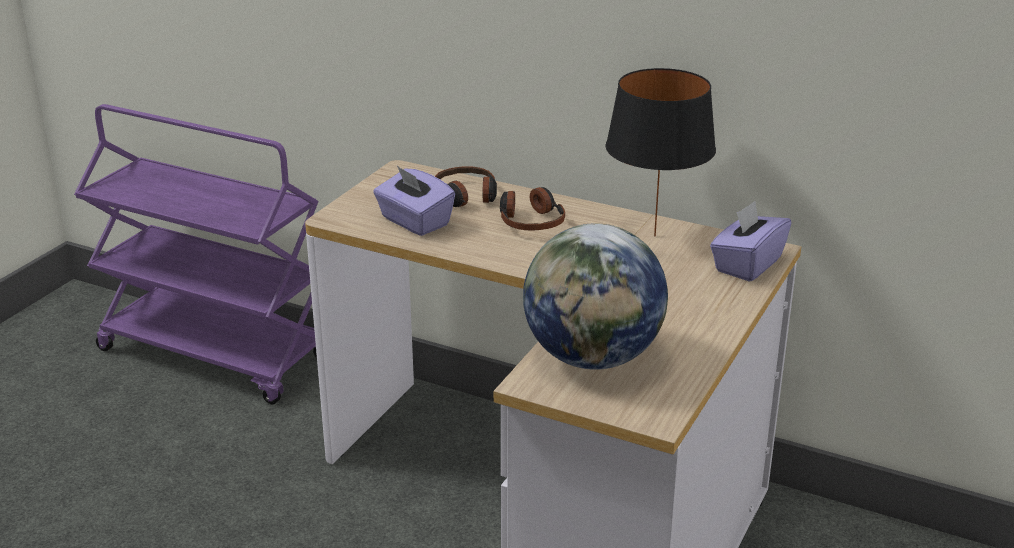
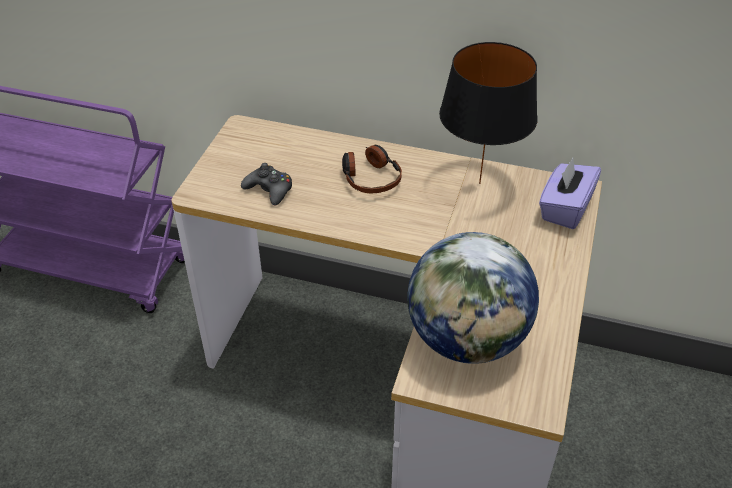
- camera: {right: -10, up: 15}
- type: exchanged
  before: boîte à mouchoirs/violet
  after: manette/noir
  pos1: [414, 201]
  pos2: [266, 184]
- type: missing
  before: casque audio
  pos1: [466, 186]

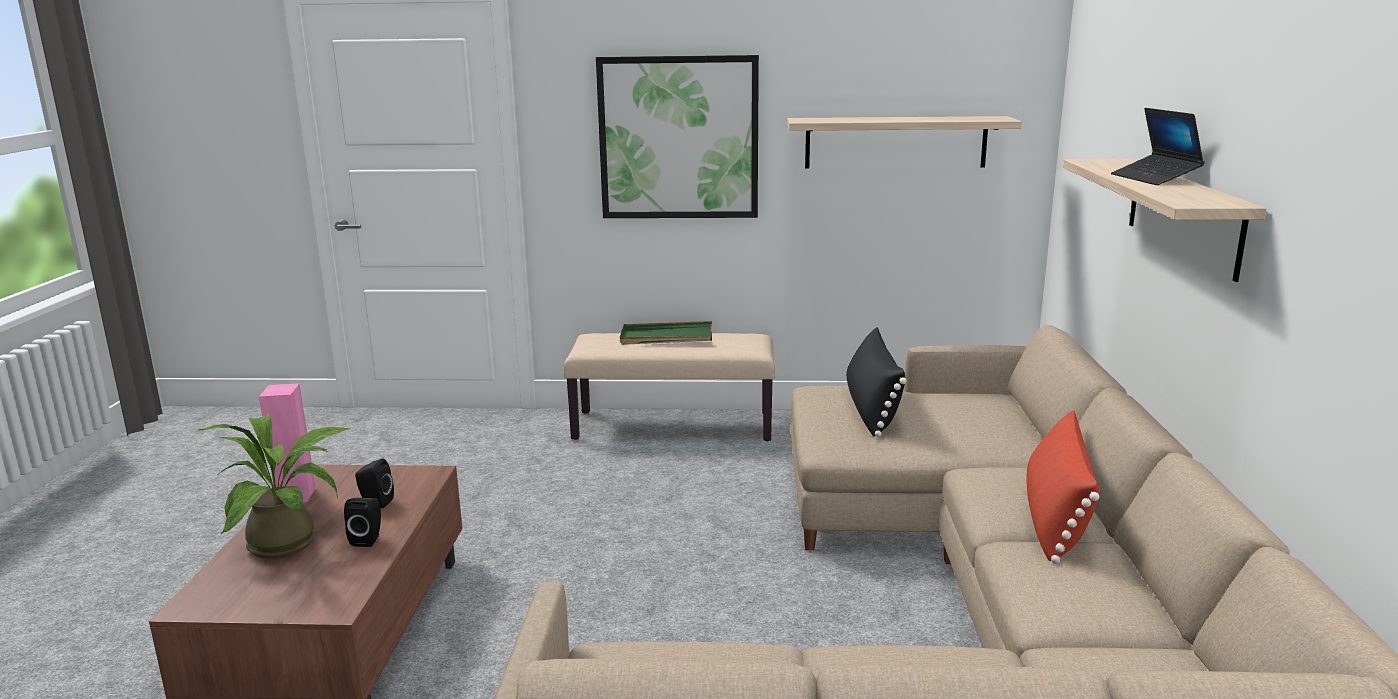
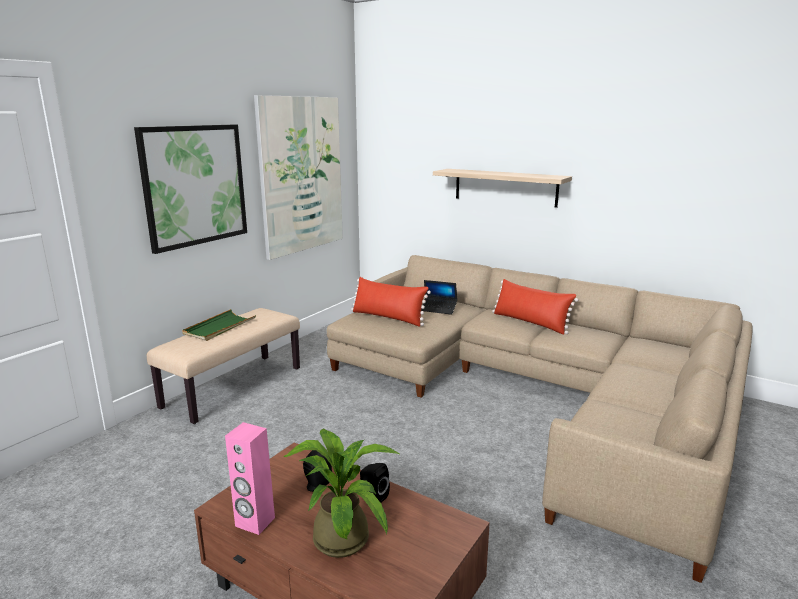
- camera: {right: -60, up: 0}
- type: relocated
  before: ordinateur portable
  pos1: [1158, 146]
  pos2: [439, 297]
- type: exchanged
  before: étagère
  after: tableau
  pos1: [904, 142]
  pos2: [298, 177]
- type: colour
  before: coussin/noir
  after: coussin/rouge
  pos1: [876, 382]
  pos2: [391, 302]

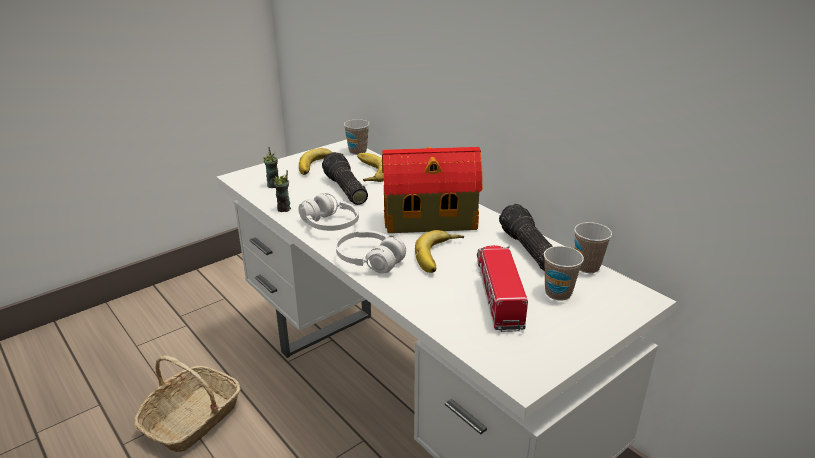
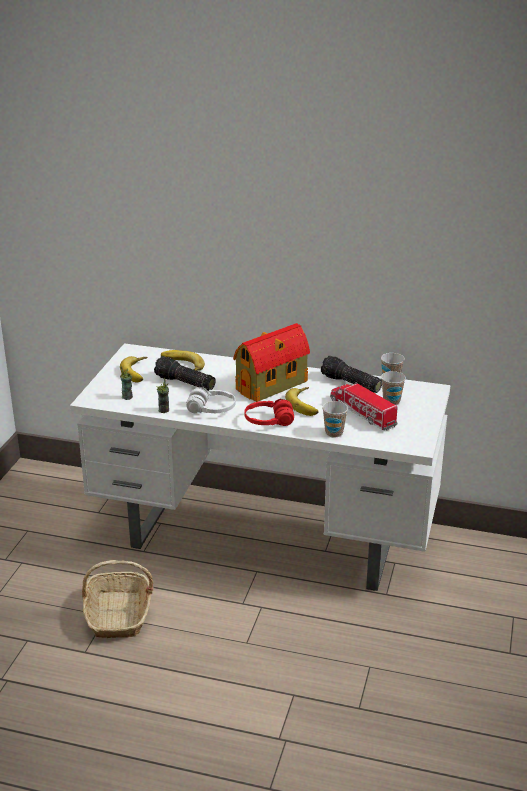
- camera: {right: -35, up: 0}
- type: relocated
  before: tasse
  pos1: [357, 137]
  pos2: [335, 419]
- type: colour
  before: casque audio/blanc
  after: casque audio/rouge
  pos1: [371, 252]
  pos2: [269, 412]

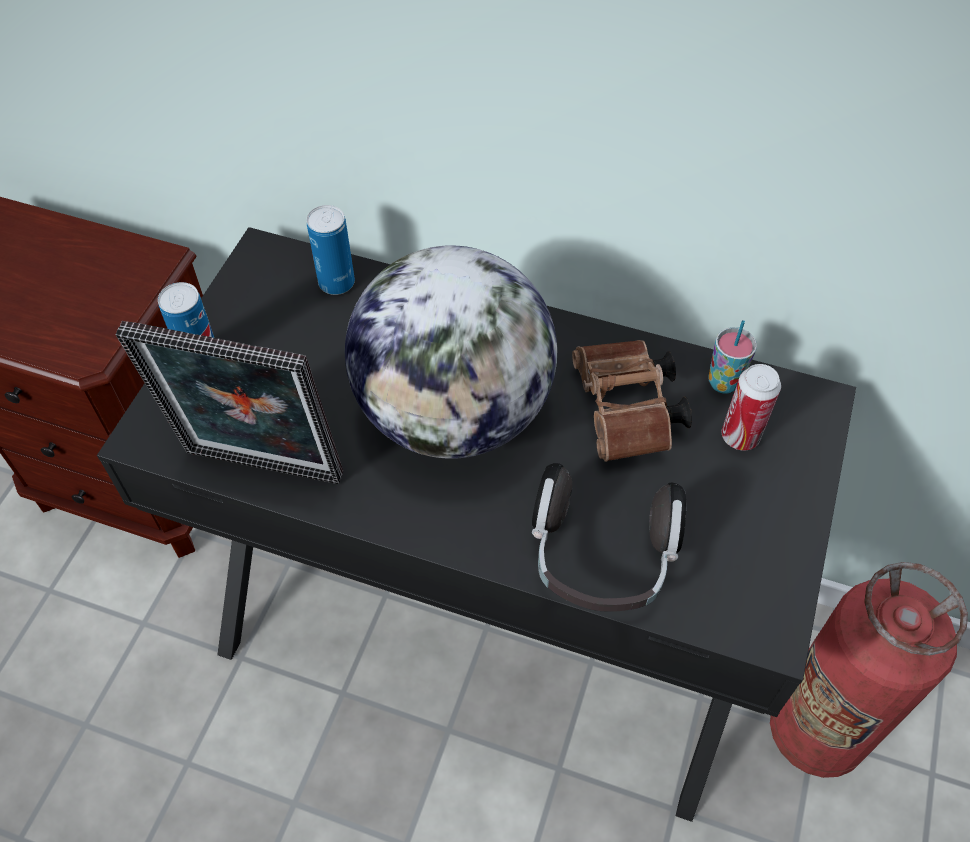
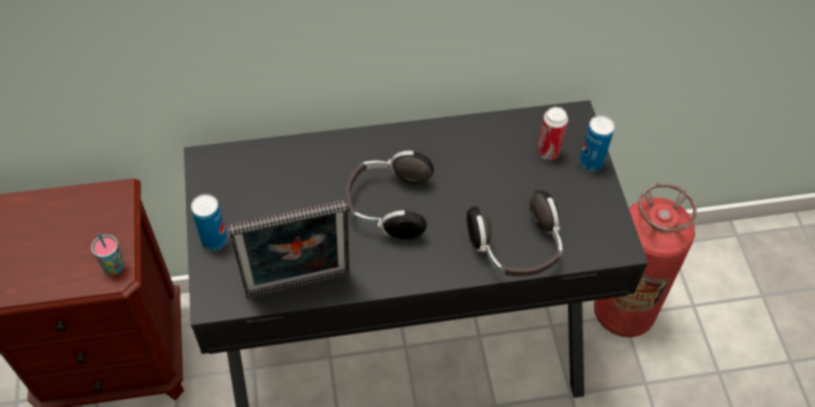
- camera: {right: -30, up: 0}
- type: relocated
  before: boîte métallique
  pos1: [330, 250]
  pos2: [597, 143]
- type: exchanged
  before: globe
  after: casque audio
  pos1: [451, 352]
  pos2: [390, 195]
- type: relocated
  before: tasse
  pos1: [732, 357]
  pos2: [107, 254]
- type: missing
  before: jumelles/marron
  pos1: [632, 401]

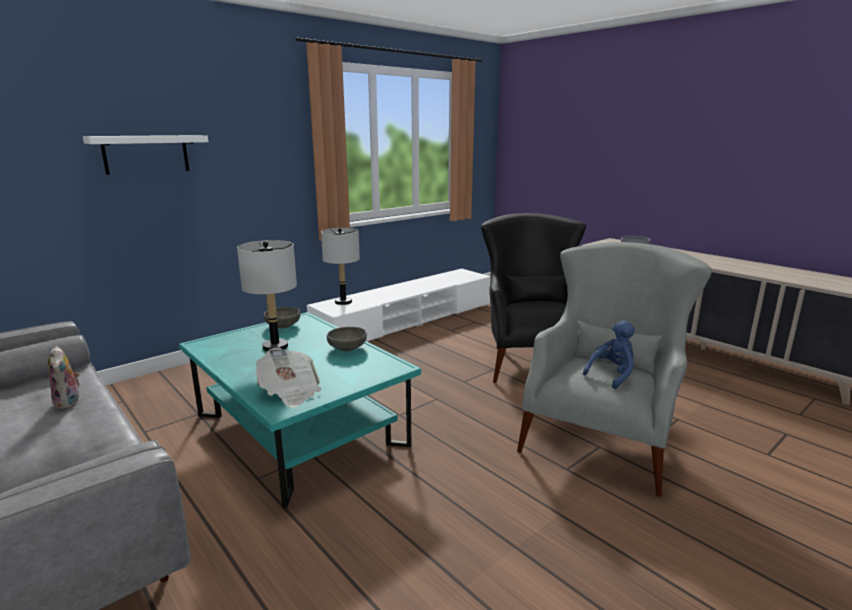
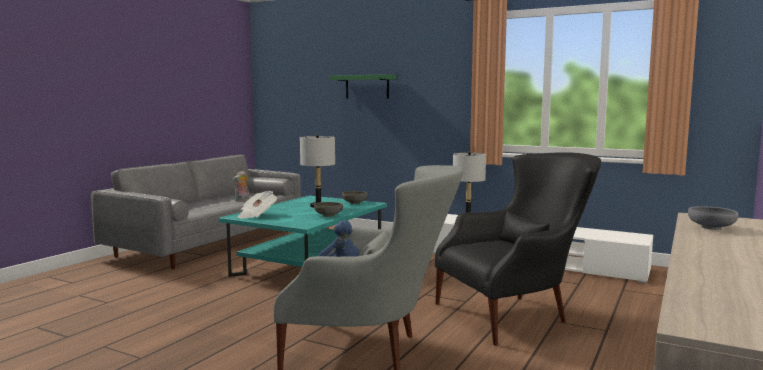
- camera: {right: 70, up: -10}
- type: colour
  before: étagère/blanc
  after: étagère/vert
  pos1: [145, 155]
  pos2: [363, 86]

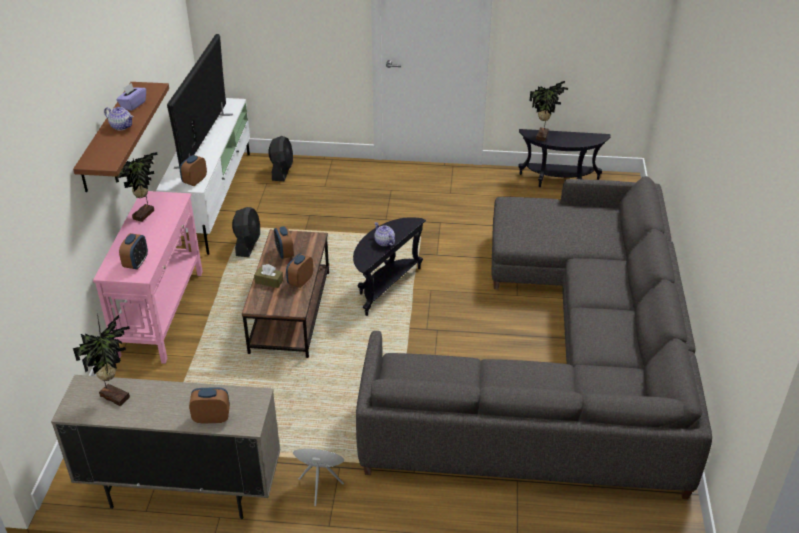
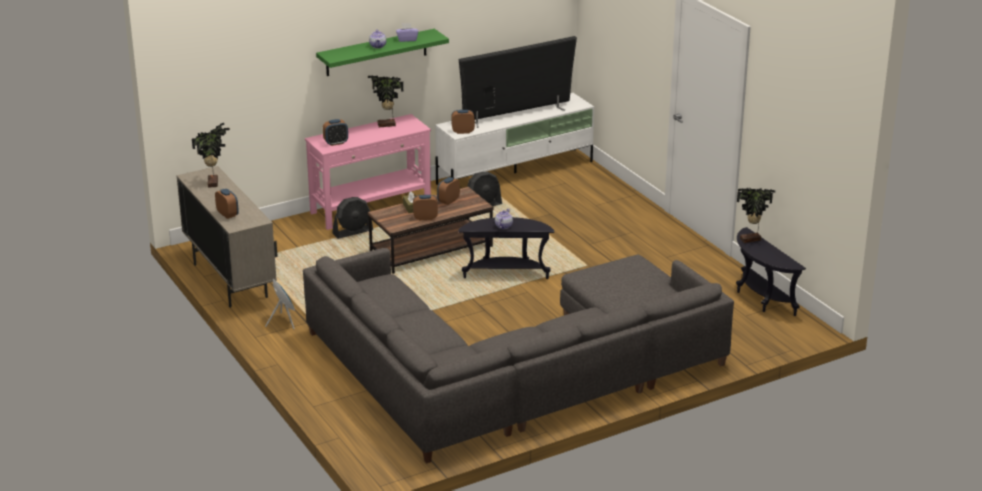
- camera: {right: 55, up: -10}
- type: colour
  before: étagère/marron
  after: étagère/vert
  pos1: [121, 137]
  pos2: [382, 52]
- type: relocated
  before: ventilateur/noir
  pos1: [281, 158]
  pos2: [352, 218]

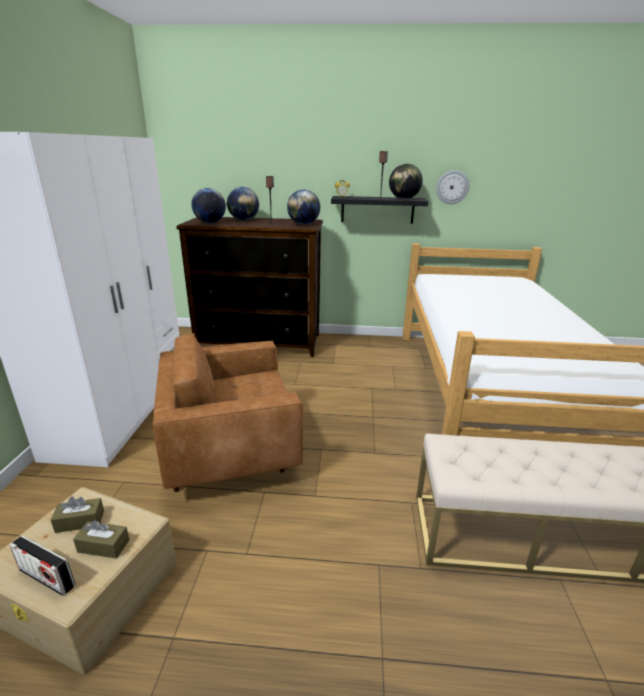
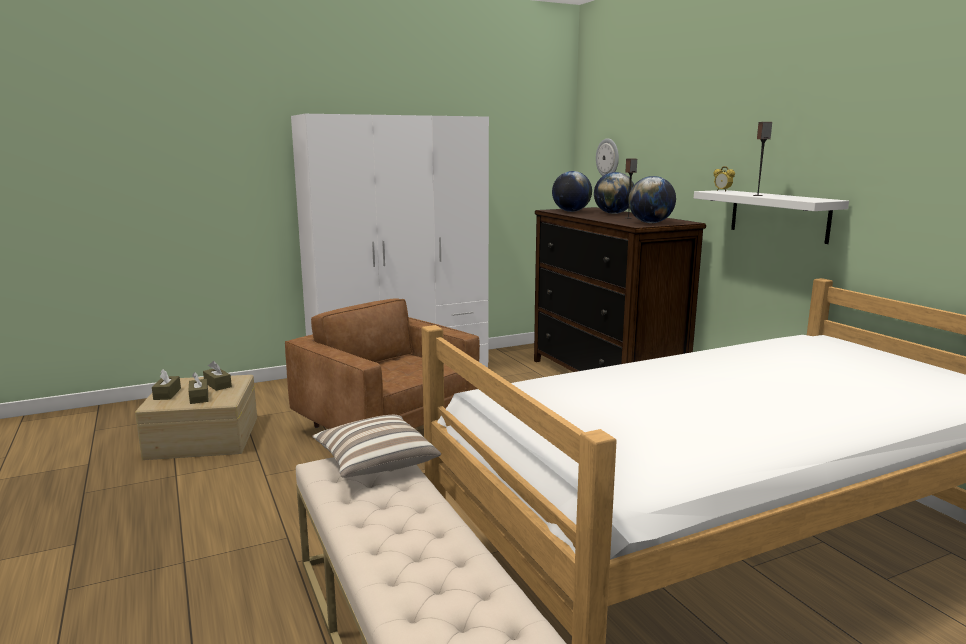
- camera: {right: 60, up: -10}
- type: missing
  before: globe
  pos1: [406, 181]
- type: relocated
  before: horloge murale
  pos1: [452, 187]
  pos2: [607, 157]
- type: colour
  before: étagère/noir
  after: étagère/blanc
  pos1: [379, 210]
  pos2: [771, 217]
- type: exchanged
  before: radio
  after: boîte à mouchoirs/marron
  pos1: [42, 565]
  pos2: [166, 384]
- type: appeared
  after: coussin
  pos2: [376, 446]

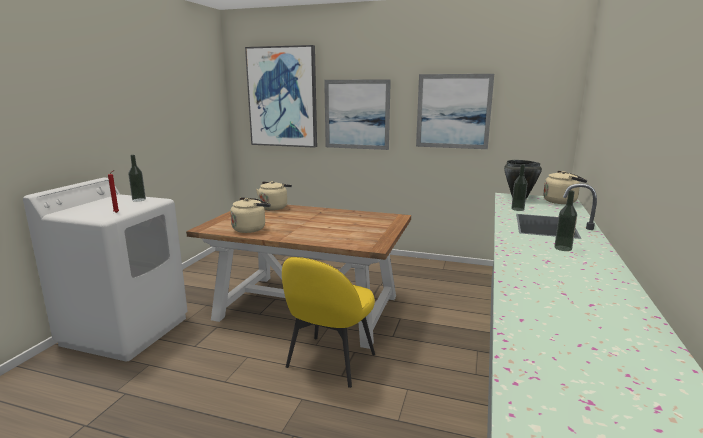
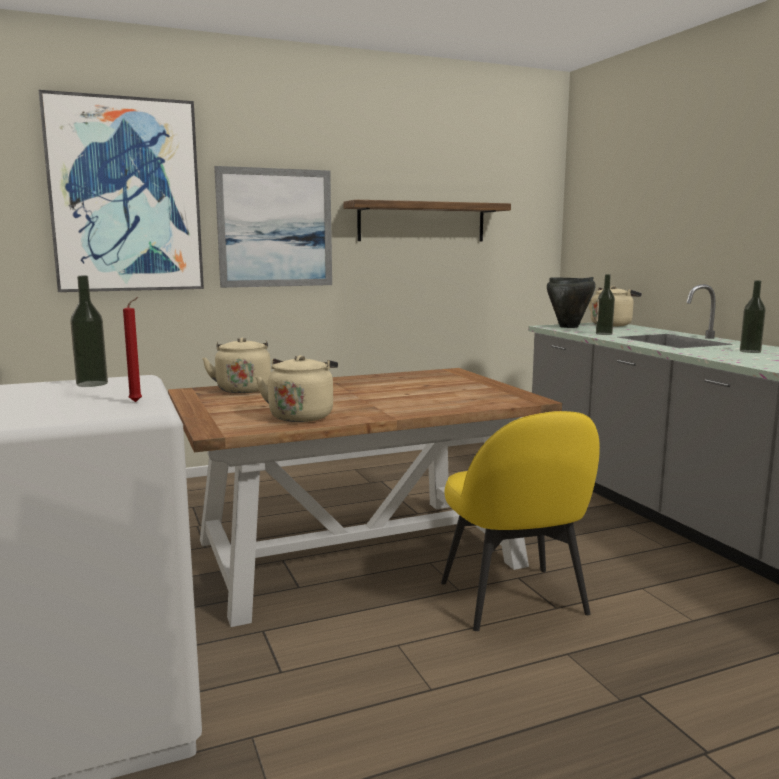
- camera: {right: -40, up: -5}
- type: exchanged
  before: tableau
  after: étagère
  pos1: [455, 111]
  pos2: [427, 220]

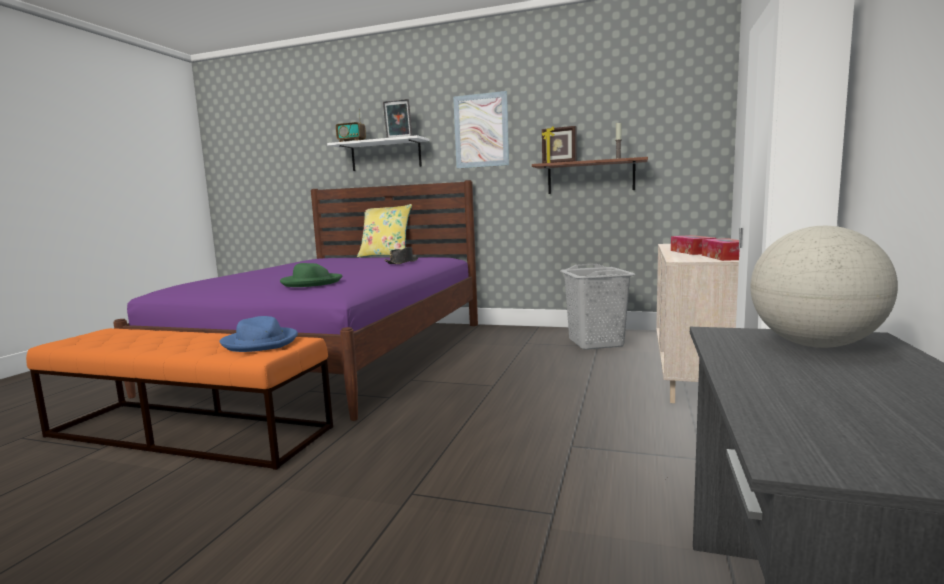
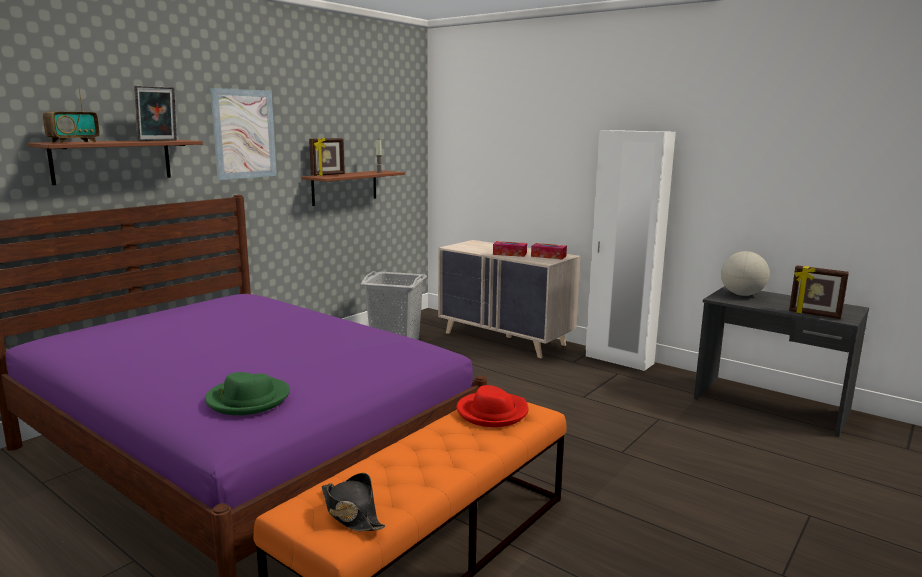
- camera: {right: -70, up: 5}
- type: colour
  before: étagère/blanc
  after: étagère/marron
  pos1: [378, 153]
  pos2: [115, 162]
- type: missing
  before: coussin/jaune
  pos1: [384, 230]
- type: relocated
  before: chapeau/noir
  pos1: [401, 255]
  pos2: [353, 502]
- type: relocated
  before: chapeau/vert
  pos1: [311, 275]
  pos2: [247, 393]
- type: colour
  before: chapeau/bleu
  after: chapeau/rouge
  pos1: [259, 334]
  pos2: [492, 406]
- type: appeared
  after: cadre photo
  pos2: [819, 292]

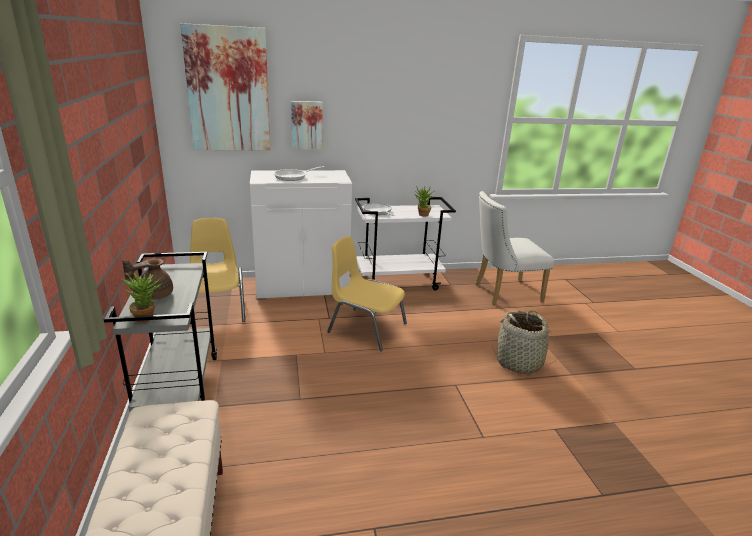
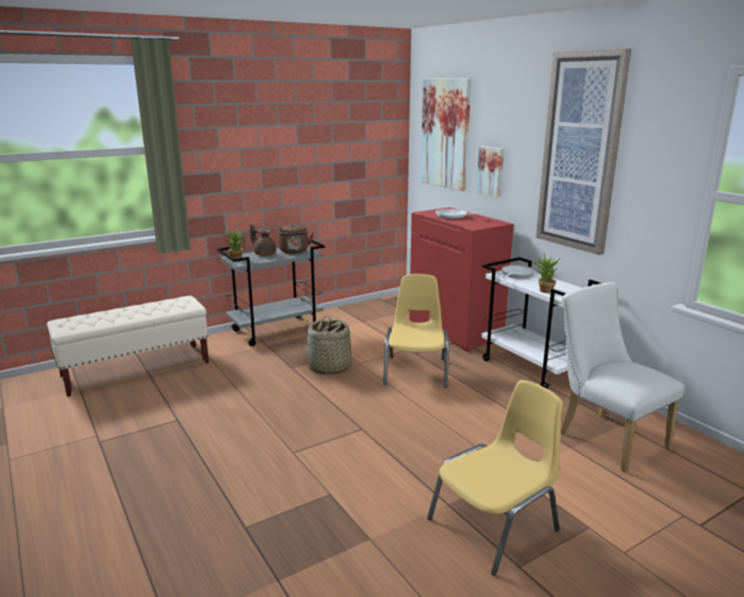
- camera: {right: 70, up: -5}
- type: colour
  before: meuble de rangement/blanc
  after: meuble de rangement/rouge
  pos1: [301, 235]
  pos2: [461, 279]
- type: relocated
  before: chaise/jaune
  pos1: [217, 270]
  pos2: [495, 477]
- type: relocated
  before: panier
  pos1: [525, 342]
  pos2: [329, 345]
- type: appeared
  after: tableau
  pos2: [583, 152]
- type: appeared
  after: bouilloire/marron
  pos2: [296, 239]

